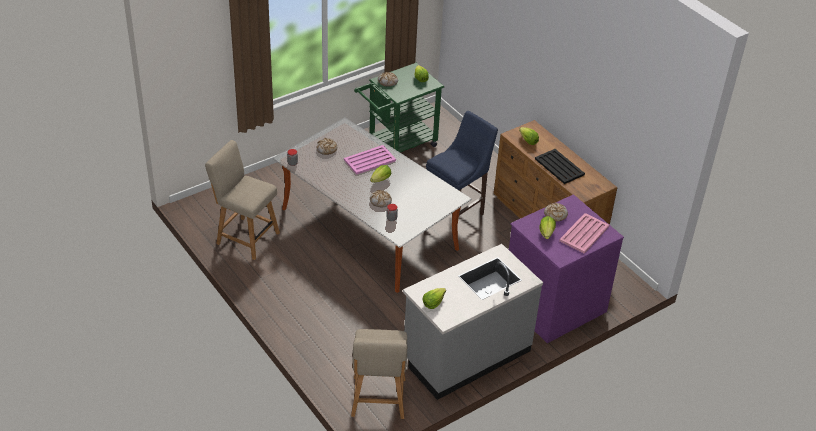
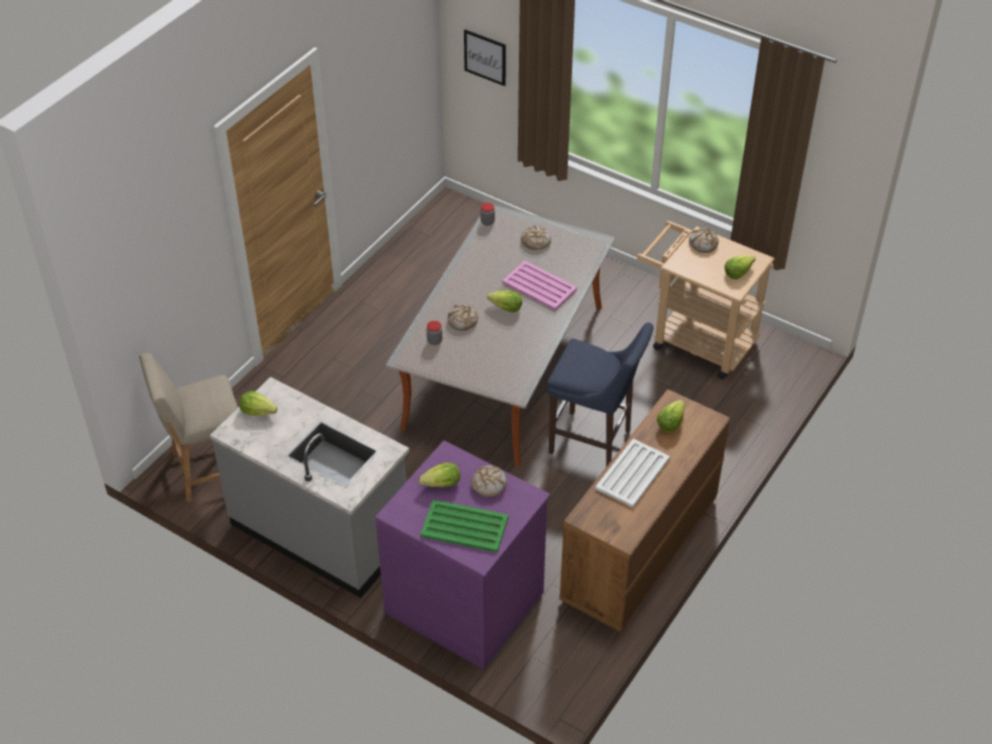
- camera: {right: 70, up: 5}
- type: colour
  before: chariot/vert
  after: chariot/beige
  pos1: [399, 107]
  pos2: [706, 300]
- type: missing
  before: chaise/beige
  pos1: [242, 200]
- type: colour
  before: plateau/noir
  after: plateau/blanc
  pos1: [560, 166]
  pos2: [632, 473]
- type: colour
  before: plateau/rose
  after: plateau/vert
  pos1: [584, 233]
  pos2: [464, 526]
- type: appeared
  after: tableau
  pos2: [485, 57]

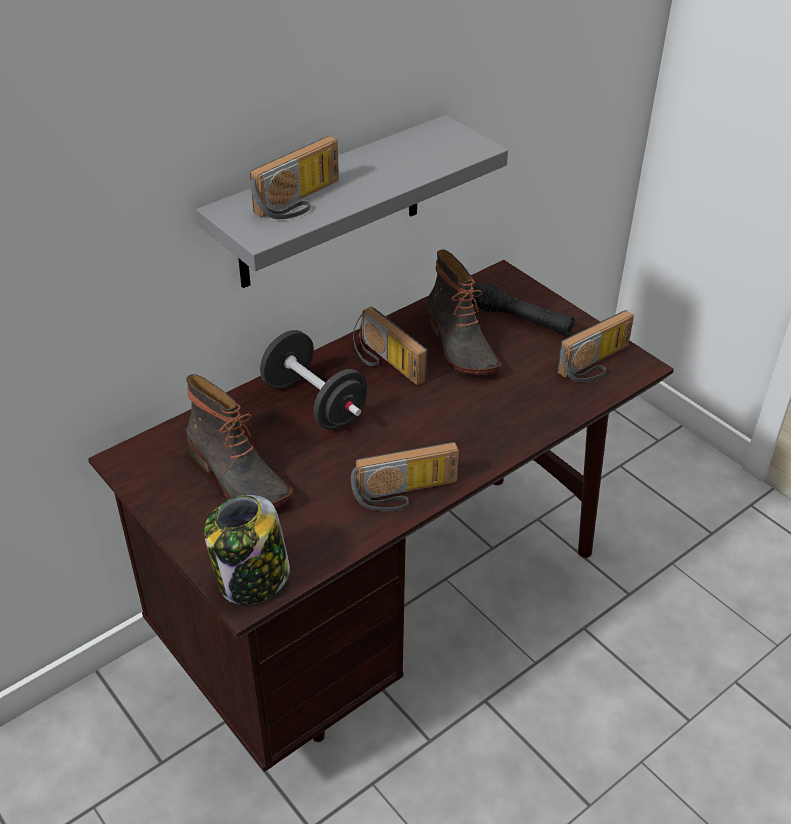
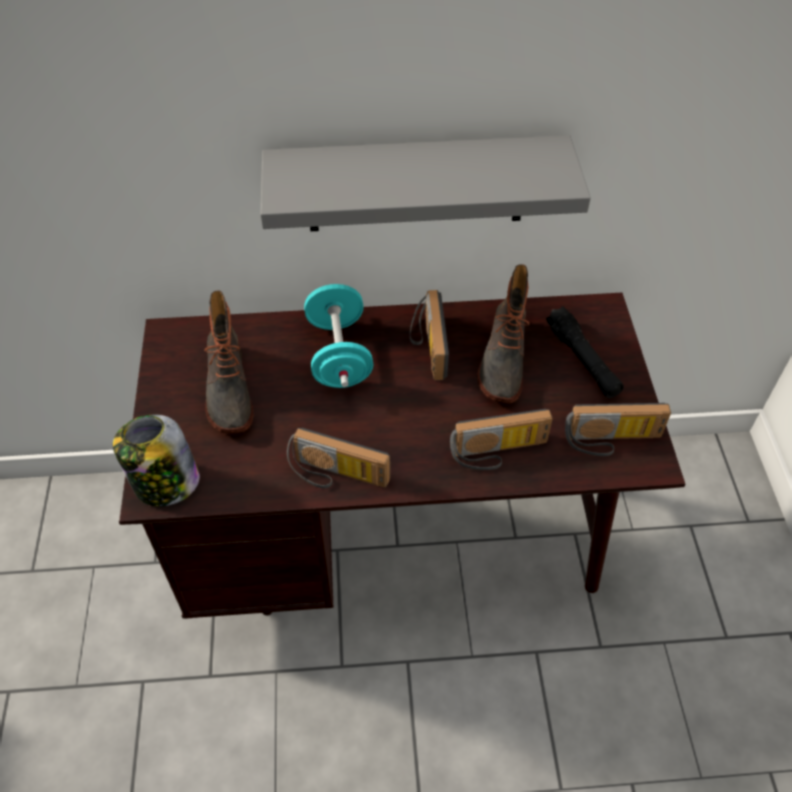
- camera: {right: 35, up: 10}
- type: relocated
  before: radio
  pos1: [294, 177]
  pos2: [501, 439]
- type: colour
  before: haltère/noir
  after: haltère/turquoise
  pos1: [314, 380]
  pos2: [338, 336]

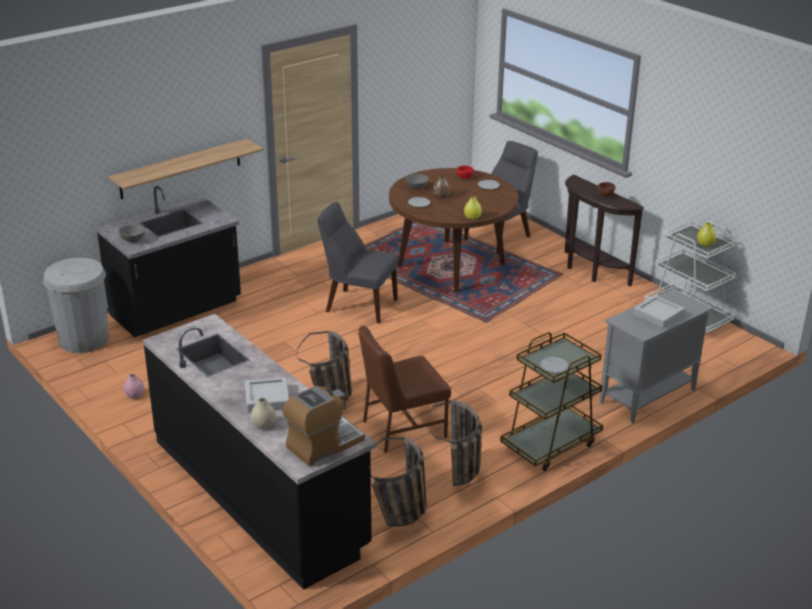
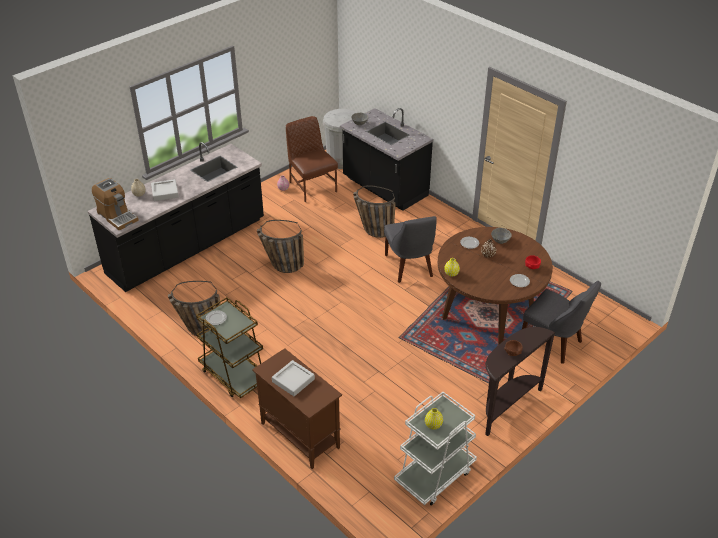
- camera: {right: 85, up: 10}
- type: missing
  before: étagère
  pos1: [186, 169]
- type: spun
  before: chaise/gris
  pos1: [357, 262]
  pos2: [410, 249]
  turn: 150
- type: colour
  before: meuble de rangement/gris
  after: meuble de rangement/marron
  pos1: [656, 355]
  pos2: [297, 408]
- type: relocated
  before: chaise/marron
  pos1: [404, 388]
  pos2: [312, 159]
- type: relocated
  before: panier
  pos1: [398, 481]
  pos2: [374, 211]

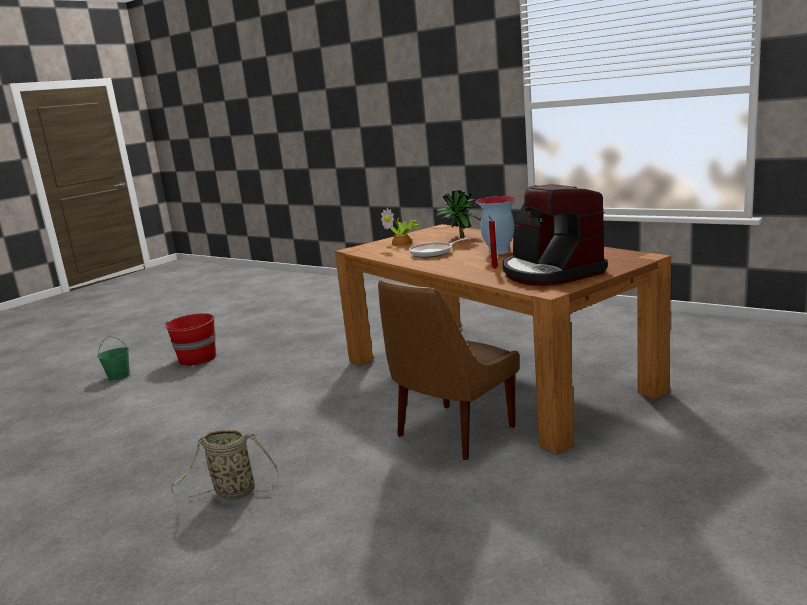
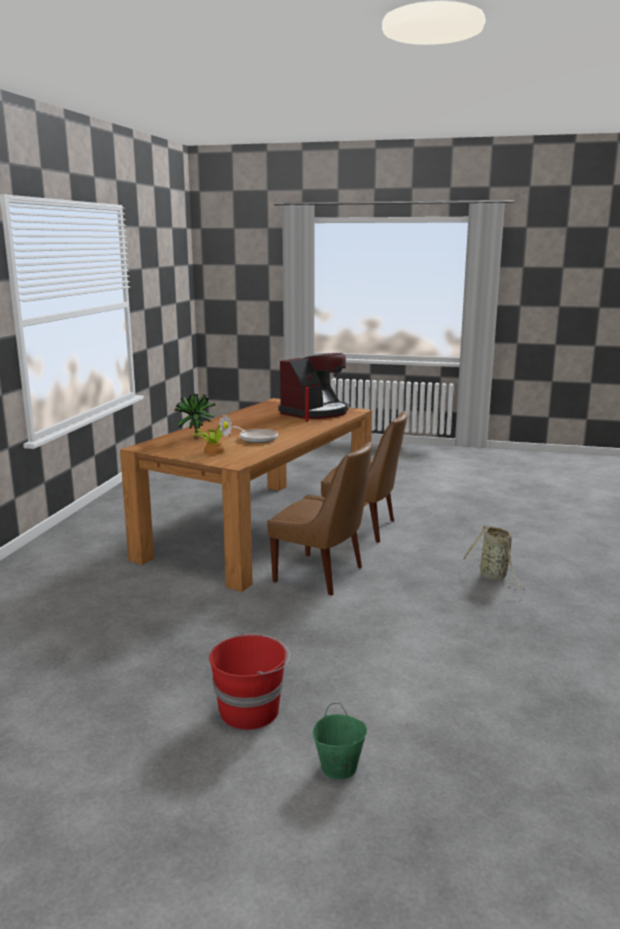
- camera: {right: -115, up: 0}
- type: missing
  before: vase
  pos1: [495, 225]
- type: appeared
  after: chaise/marron
  pos2: [319, 519]

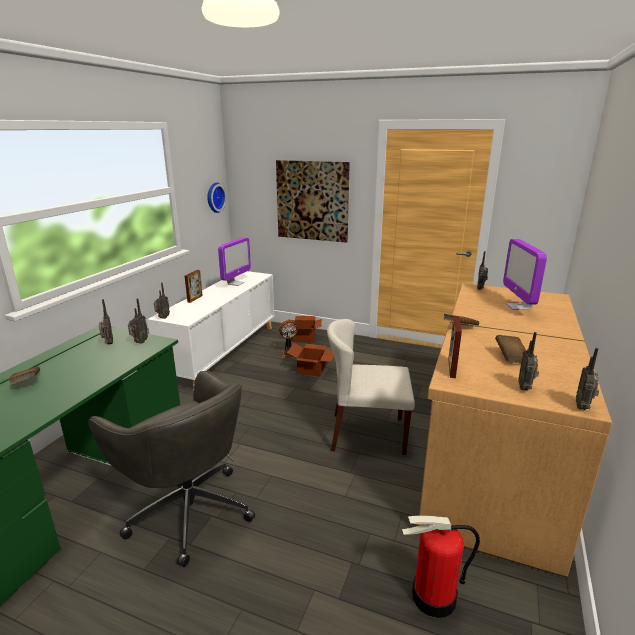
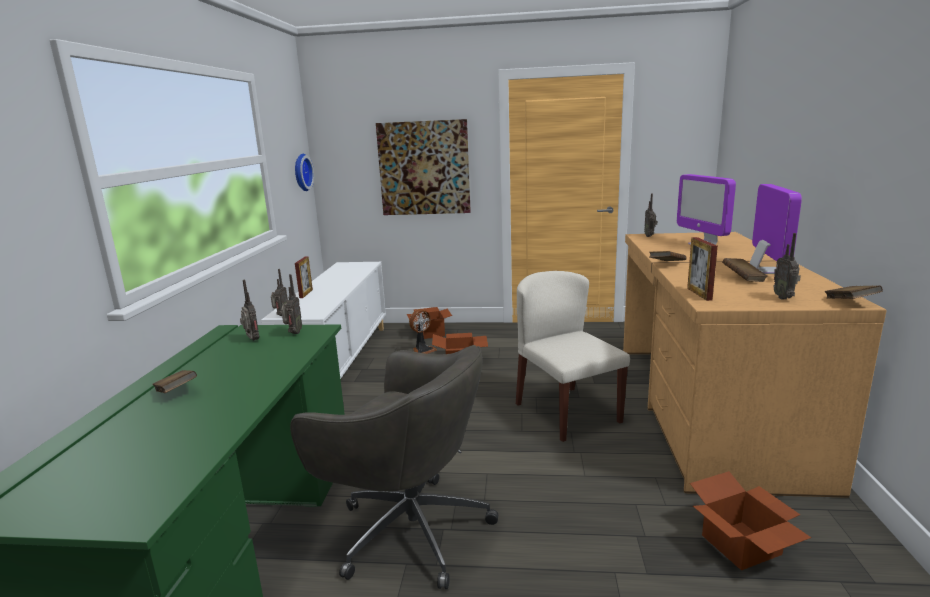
- camera: {right: -15, up: -5}
- type: relocated
  before: écran d'ordinateur
  pos1: [234, 261]
  pos2: [776, 229]
- type: spun
  before: chaise/beige
  pos1: [371, 387]
  pos2: [573, 356]
  turn: 75
- type: exchanged
  before: radio
  after: livre/marron
  pos1: [587, 379]
  pos2: [854, 292]
- type: exchanged
  before: extincteur
  after: carton
  pos1: [441, 566]
  pos2: [750, 521]

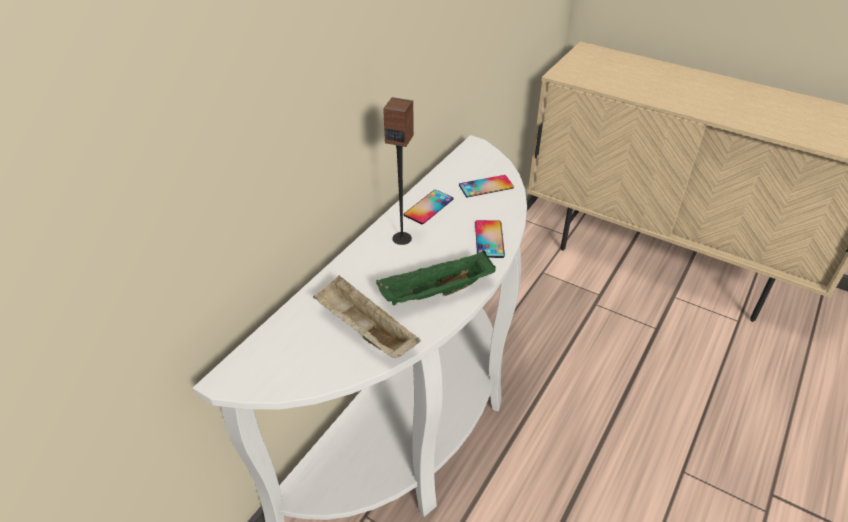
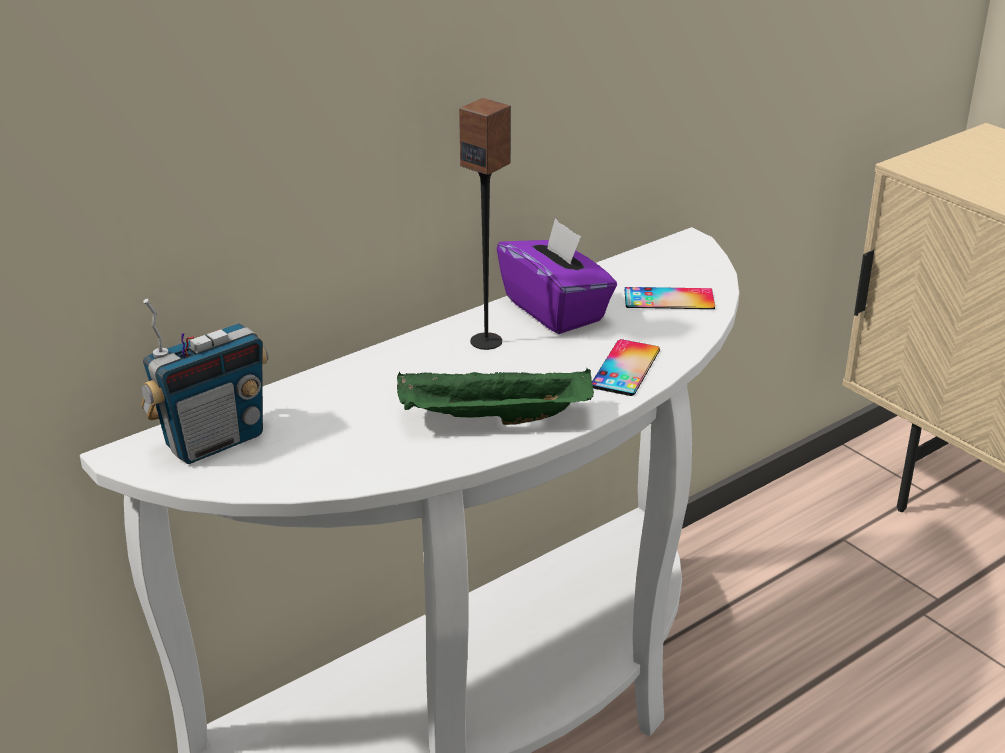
- camera: {right: 20, up: -10}
- type: exchanged
  before: téléphone
  after: boîte à mouchoirs/violet
  pos1: [428, 207]
  pos2: [557, 276]
- type: missing
  before: plateau/beige
  pos1: [367, 316]
- type: appeared
  after: radio
  pos2: [204, 381]

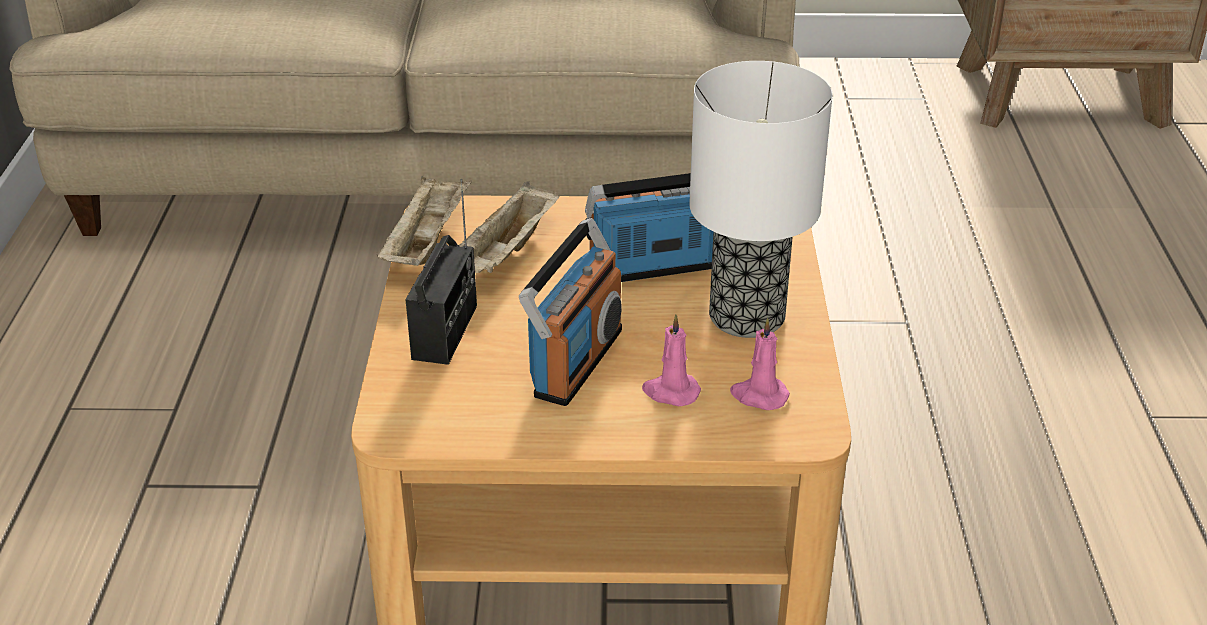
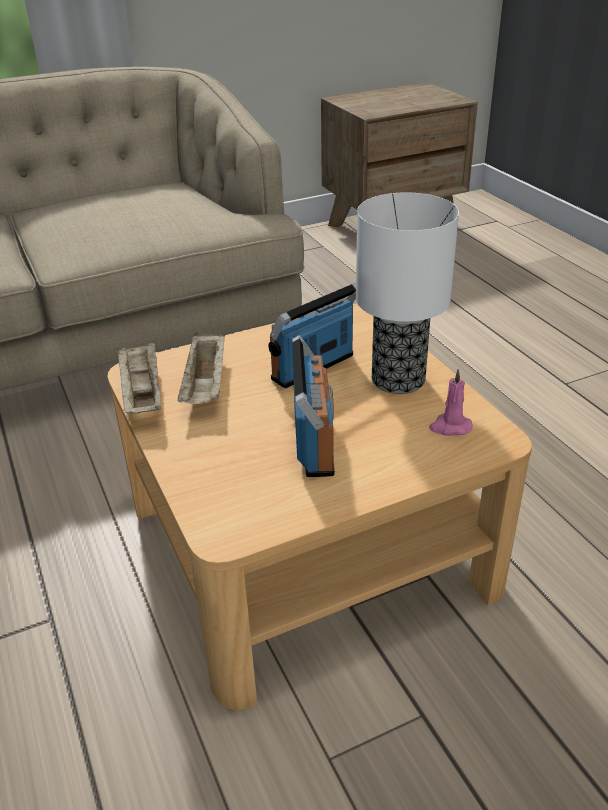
- camera: {right: -25, up: 0}
- type: missing
  before: radio
  pos1: [441, 272]
- type: missing
  before: bougie/rose
  pos1: [671, 360]

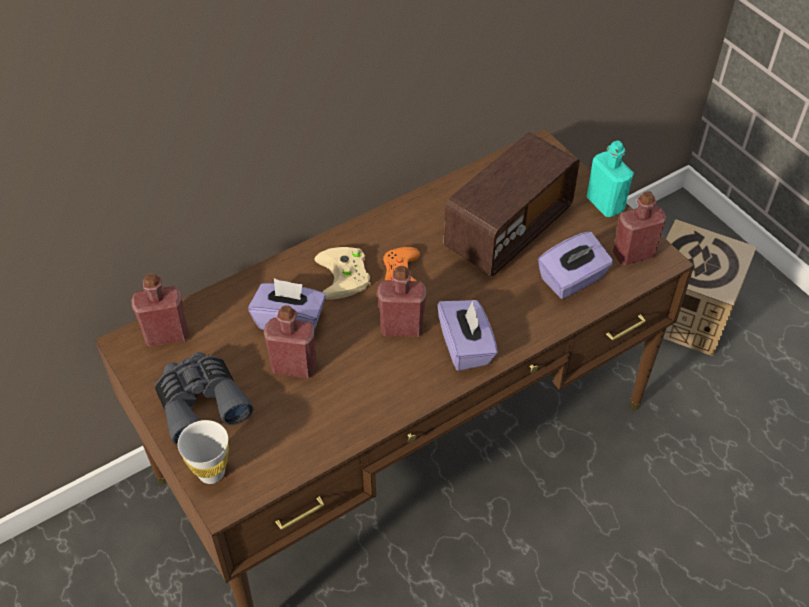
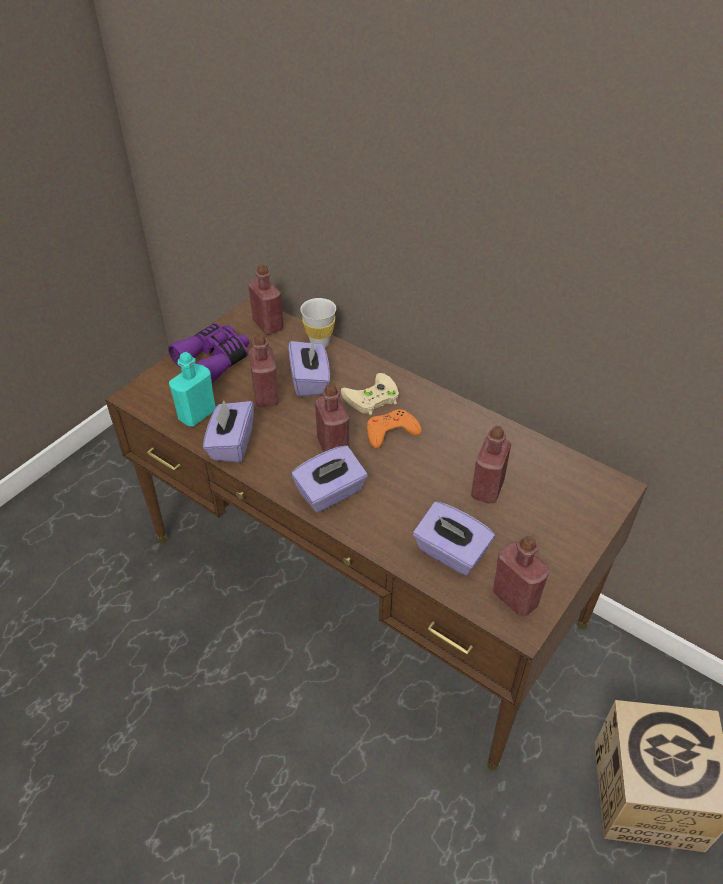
- camera: {right: 70, up: -5}
- type: exchanged
  before: radio
  after: bouteille/rouge
  pos1: [512, 204]
  pos2: [491, 465]
- type: relocated
  before: bouteille/turquoise
  pos1: [610, 178]
  pos2: [192, 389]
- type: colour
  before: jumelles/gris
  after: jumelles/violet
  pos1: [204, 398]
  pos2: [208, 353]
- type: relocated
  before: tasse/blanc
  pos1: [203, 452]
  pos2: [318, 323]
- type: appeared
  after: boîte à mouchoirs/violet
  pos2: [228, 431]

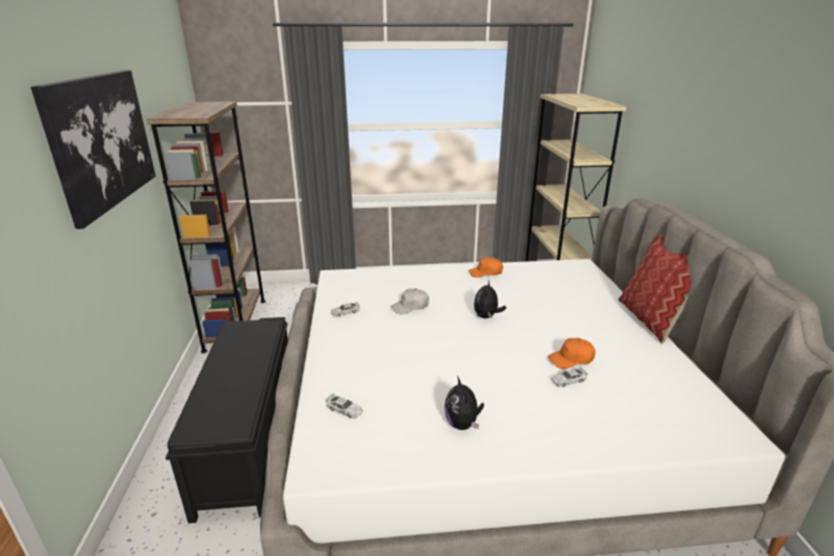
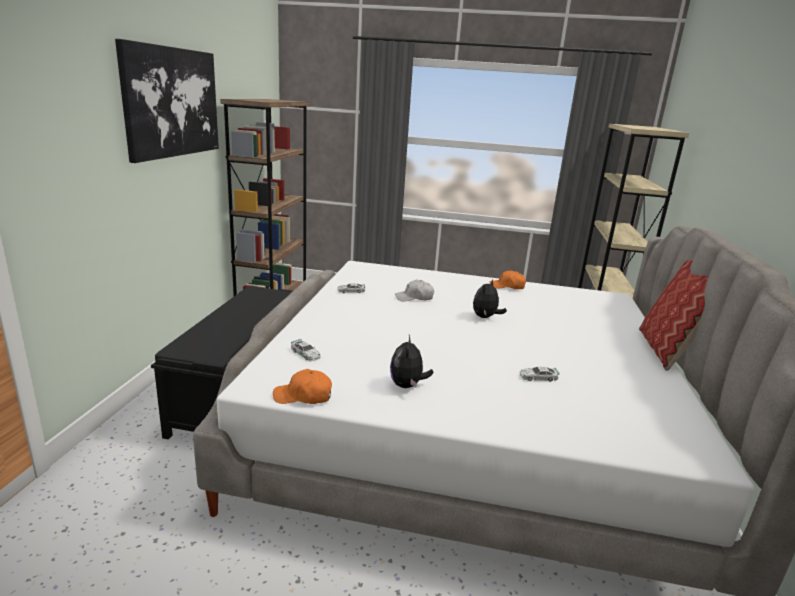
- camera: {right: 15, up: -5}
- type: relocated
  before: casquette/orange
  pos1: [571, 353]
  pos2: [302, 386]

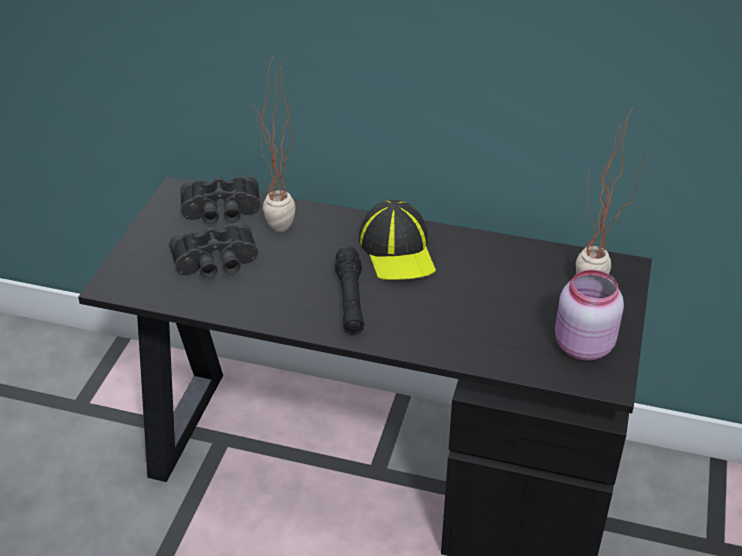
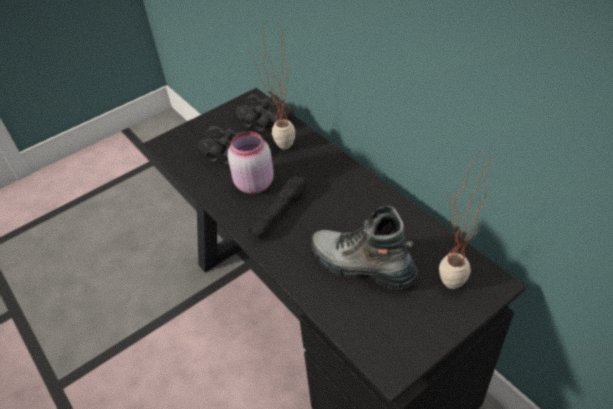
- camera: {right: 40, up: 5}
- type: missing
  before: casquette
  pos1: [397, 240]
- type: relocated
  before: bocal/rose
  pos1: [589, 315]
  pos2: [251, 163]
- type: appeared
  after: botte
  pos2: [364, 247]

